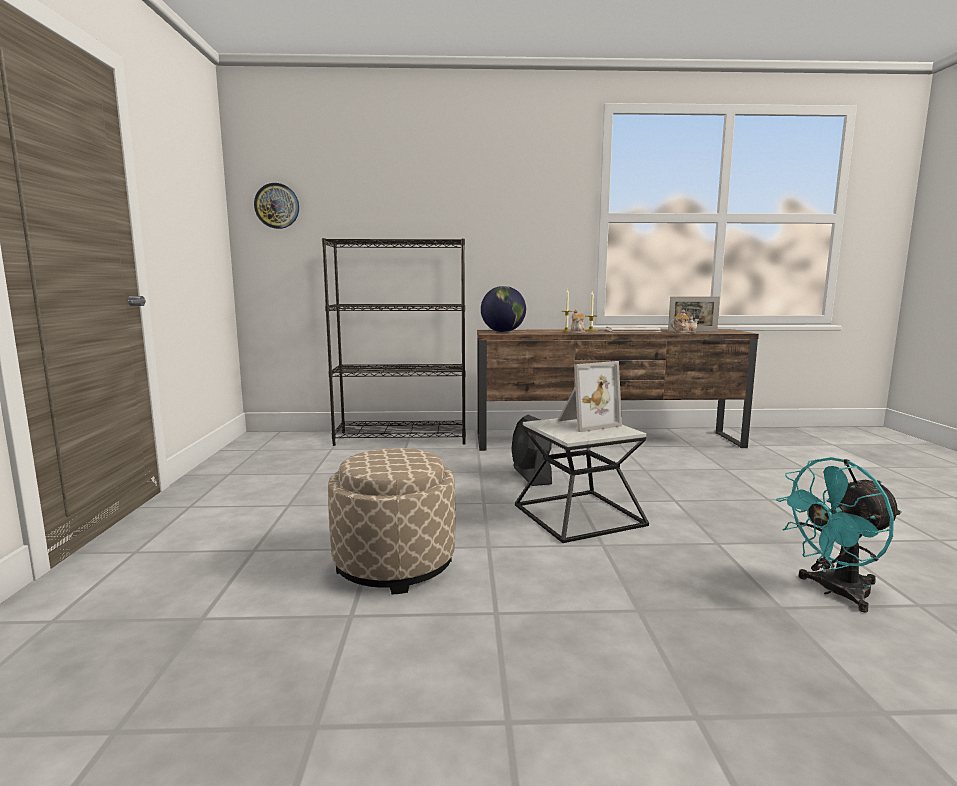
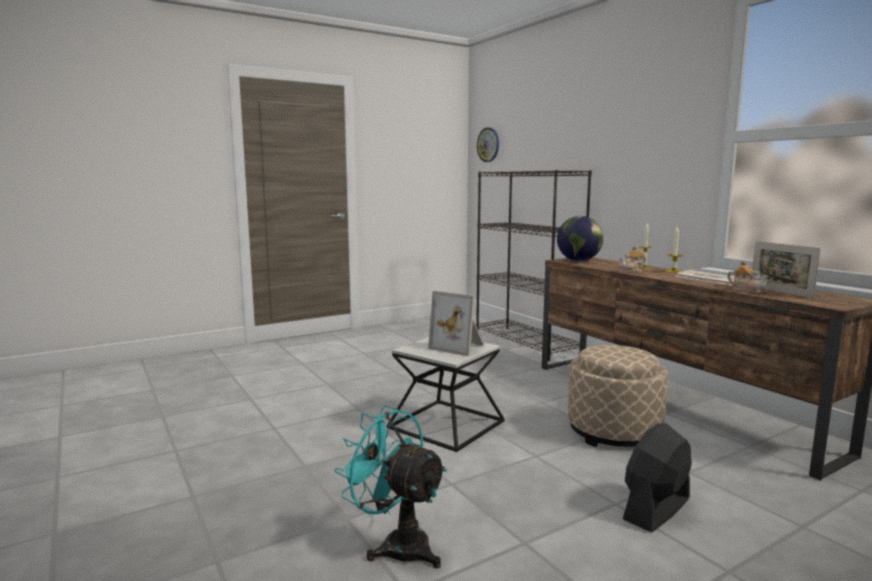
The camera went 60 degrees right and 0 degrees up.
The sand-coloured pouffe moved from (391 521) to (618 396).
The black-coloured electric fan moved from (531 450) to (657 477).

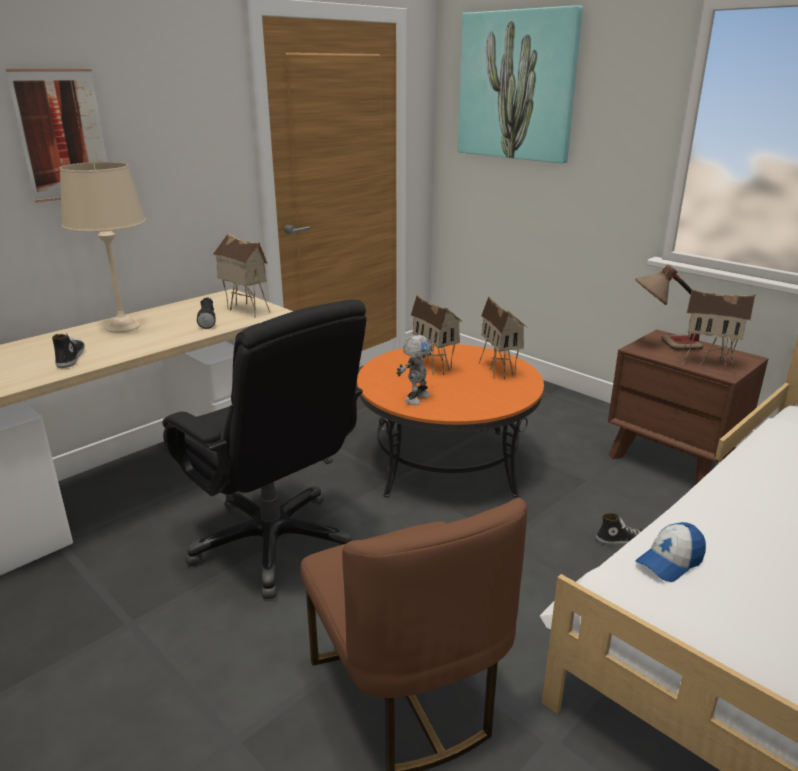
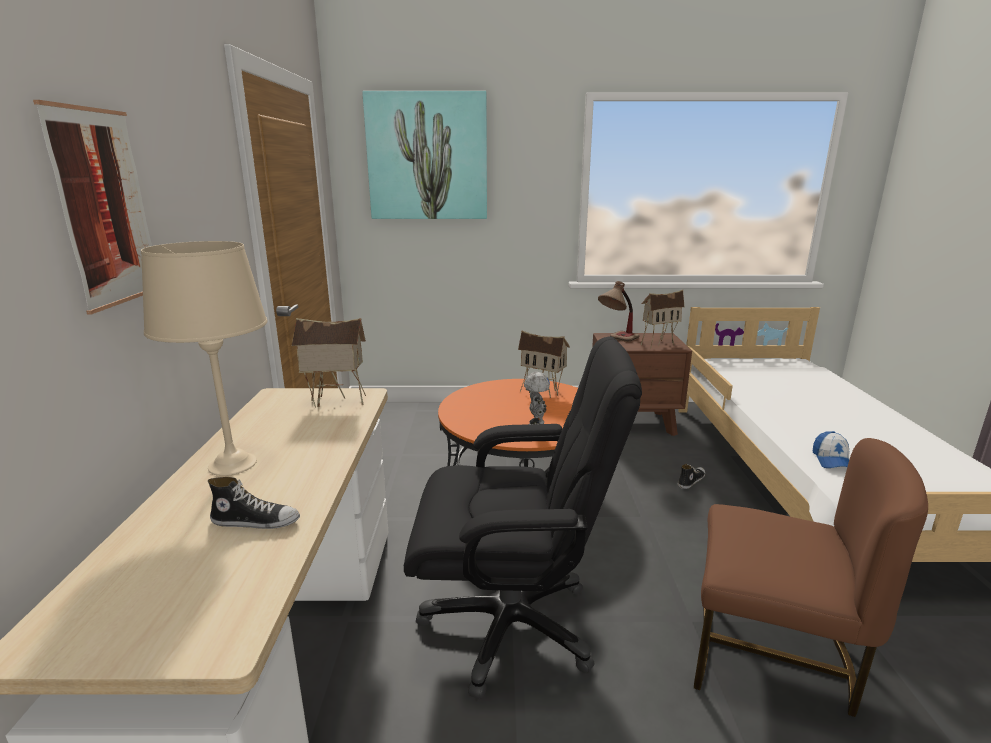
The camera went 45 degrees left and 5 degrees down.
The shoe at (68 350) turned 150 degrees clockwise.
The black-coloured flashlight at (206 313) disappeared.
The toy house at (437 334) disappeared.

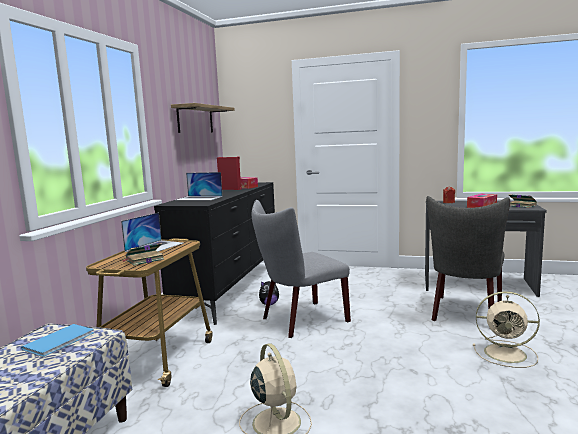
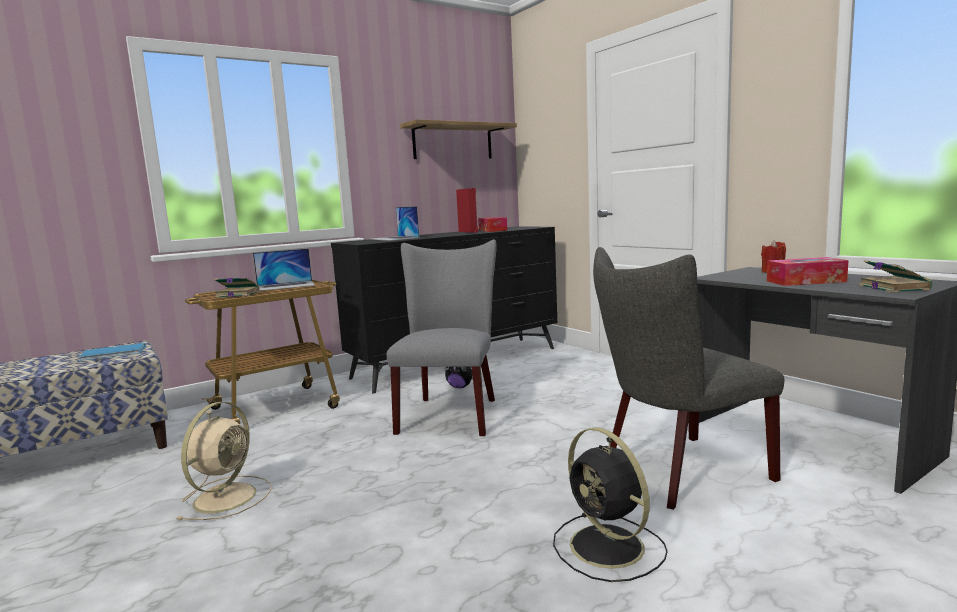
The camera went 40 degrees right and 0 degrees up.
The greyish plain chair at (301 269) turned 90 degrees clockwise.
The sand-coloured electric fan at (506 329) became the black-coloured electric fan at (610 504).

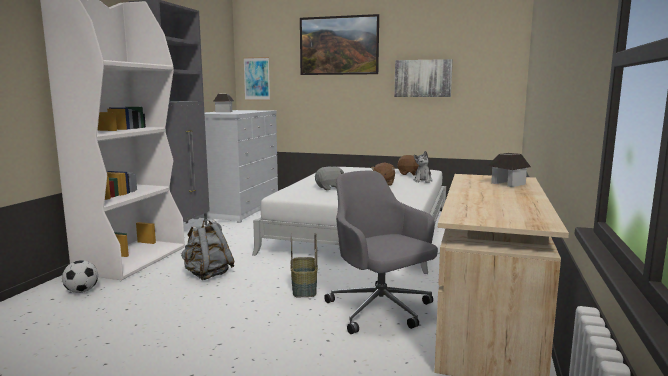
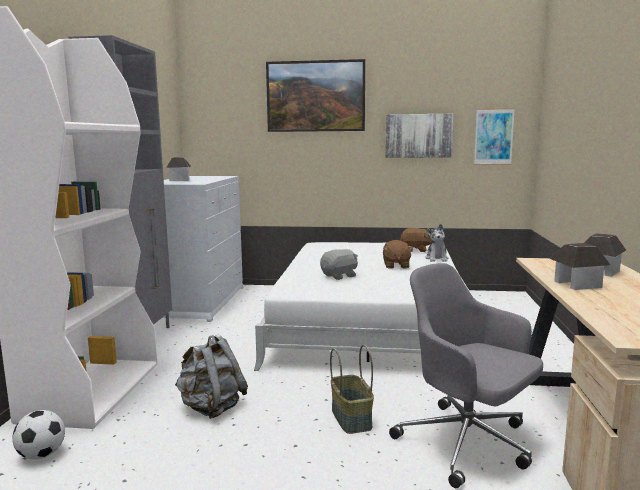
The camera went 10 degrees left and 0 degrees up.
The wall picture moved from (256 78) to (494 136).
The toy house at (579 266) appeared.

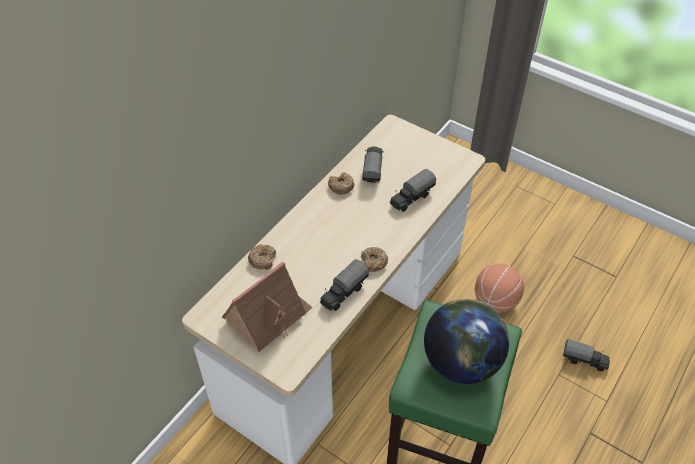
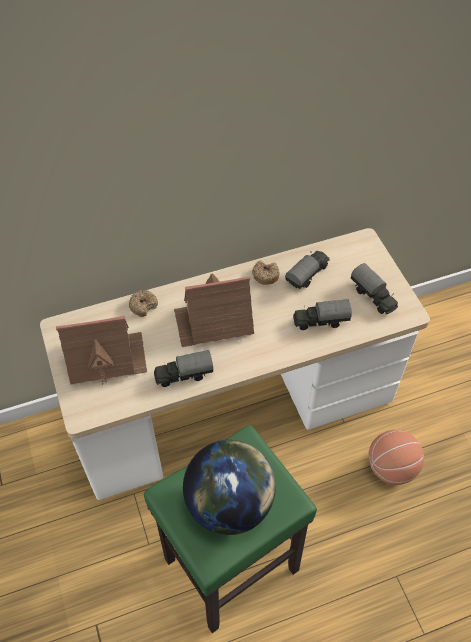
The camera went 35 degrees right and 5 degrees up.
The toy house at (214 310) appeared.
The toy lorry moved from (586 355) to (374 288).
The doughnut at (374 259) disappeared.

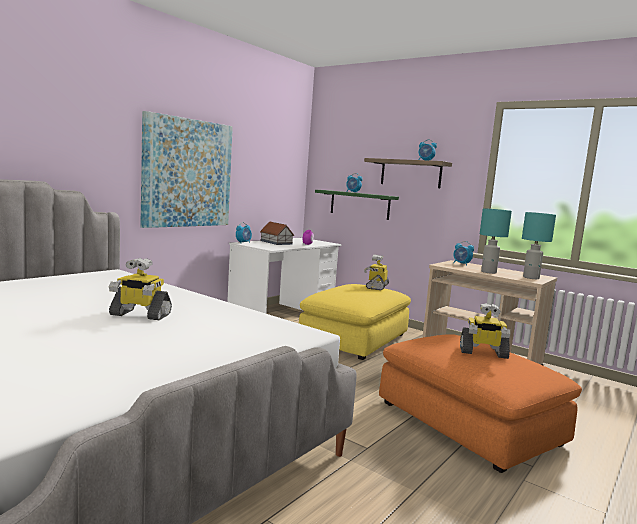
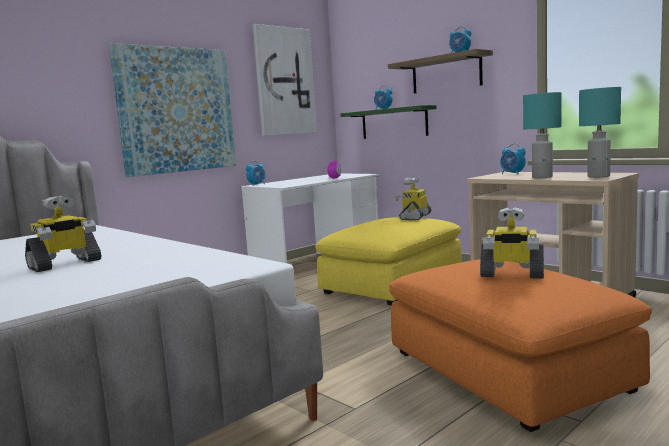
The camera went 10 degrees right and 0 degrees up.
The robot figure at (140 289) turned 60 degrees counterclockwise.
The wall picture at (285 80) appeared.
The toy house at (277 233) disappeared.

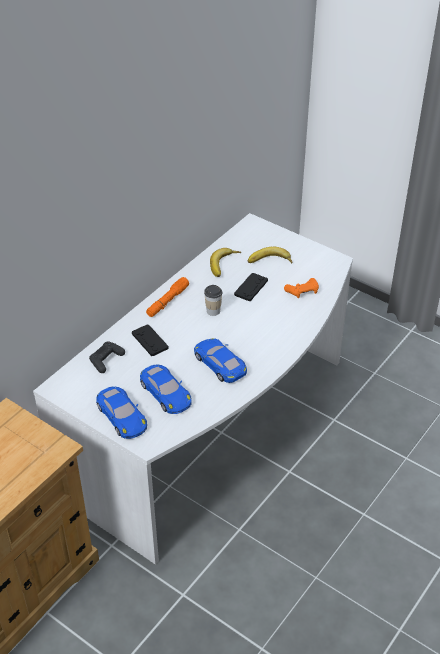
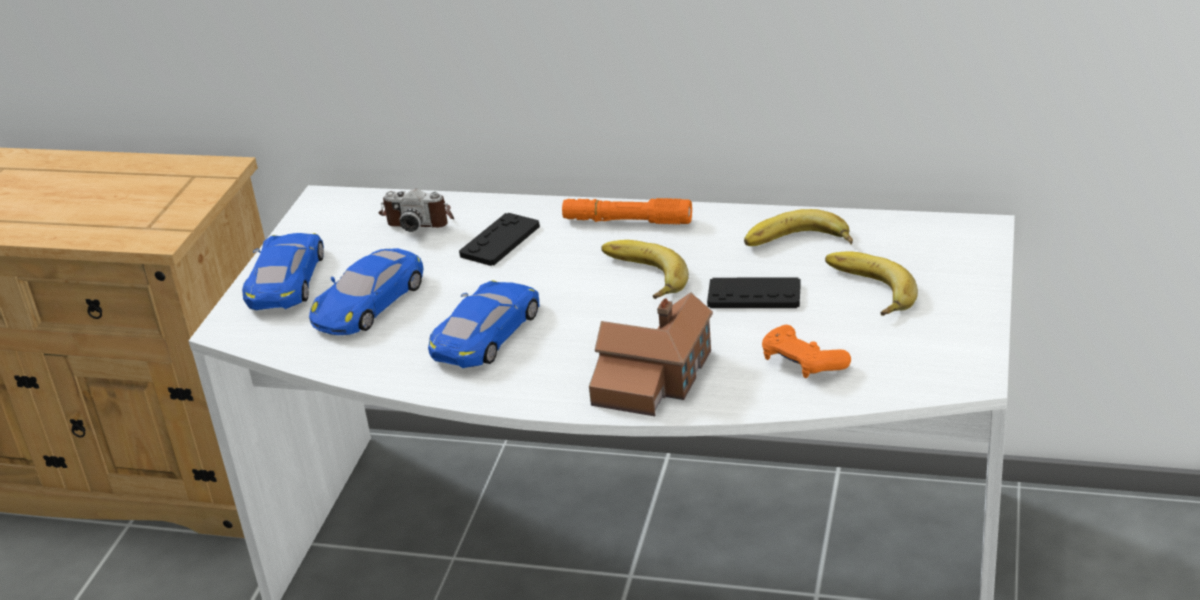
The camera went 70 degrees right and 10 degrees down.
The blue toy car at (121 412) turned 150 degrees clockwise.
The black-coloured joypad at (107 357) was replaced by the still camera at (417 210).
The toy house at (651 354) appeared.
The small cup at (213 300) was replaced by the whole banana at (645 269).

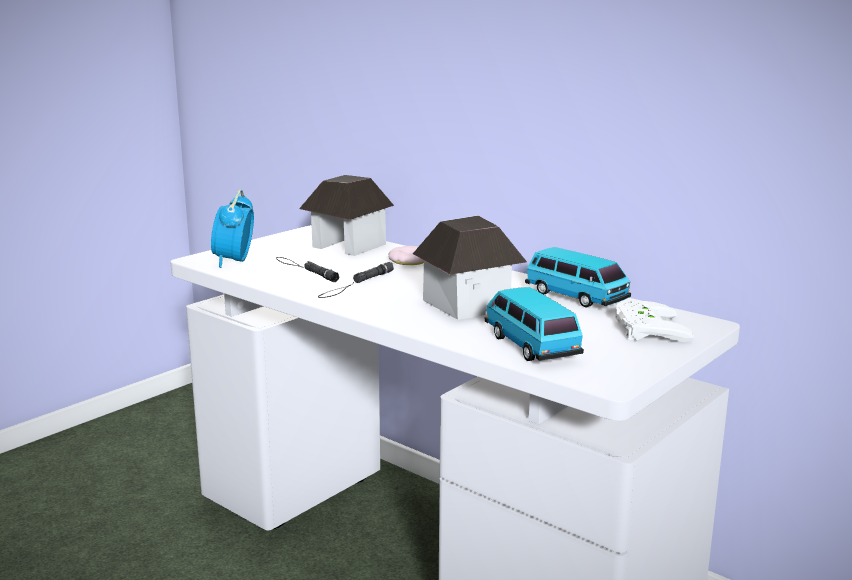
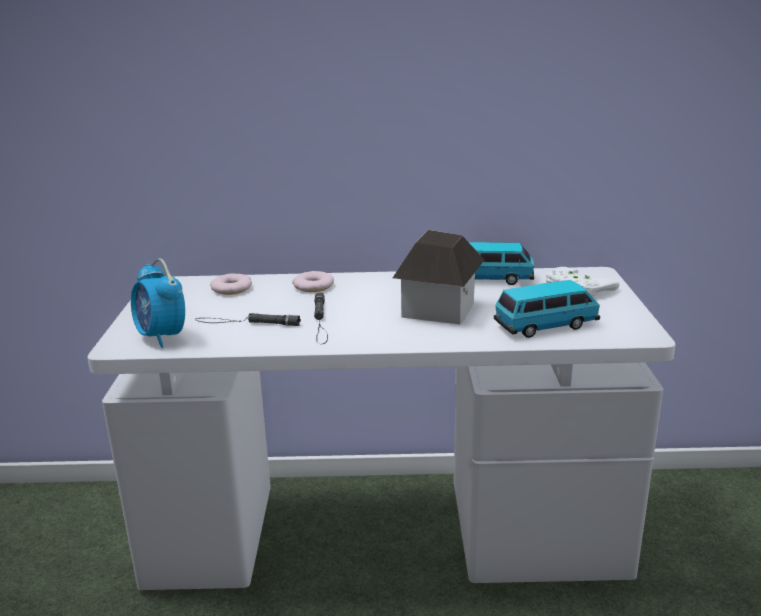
The camera went 40 degrees left and 5 degrees up.
The toy house at (346 215) was replaced by the doughnut at (231 284).
The toy car at (534 324) turned 135 degrees clockwise.

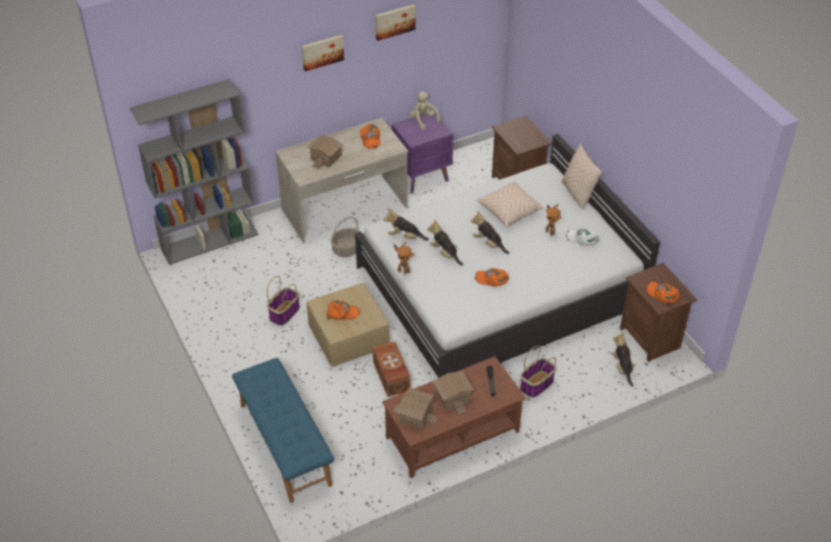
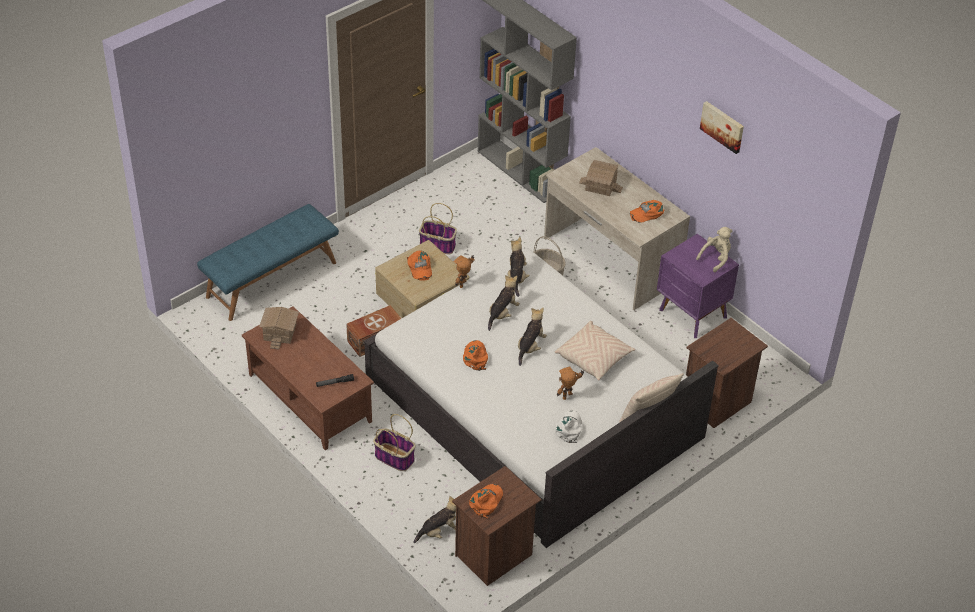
The camera went 75 degrees right and 0 degrees up.
The wall picture at (323 53) disappeared.
The toy house at (453 393) disappeared.

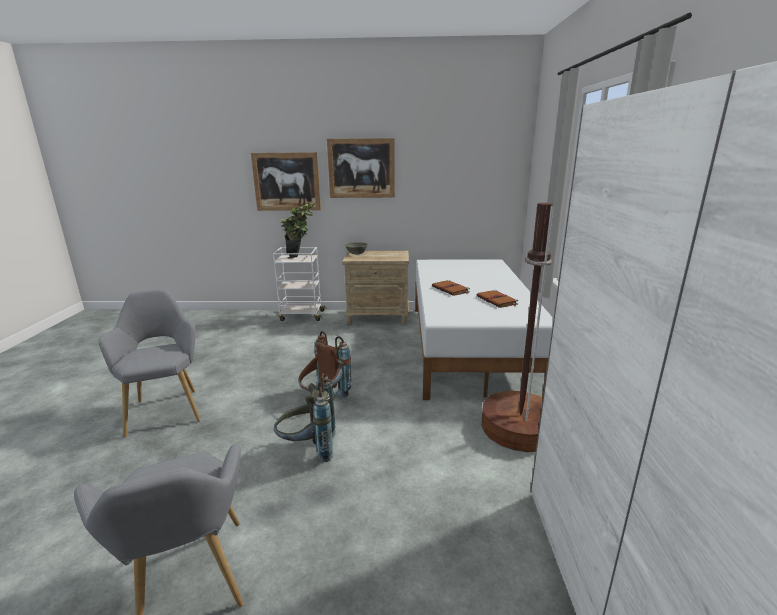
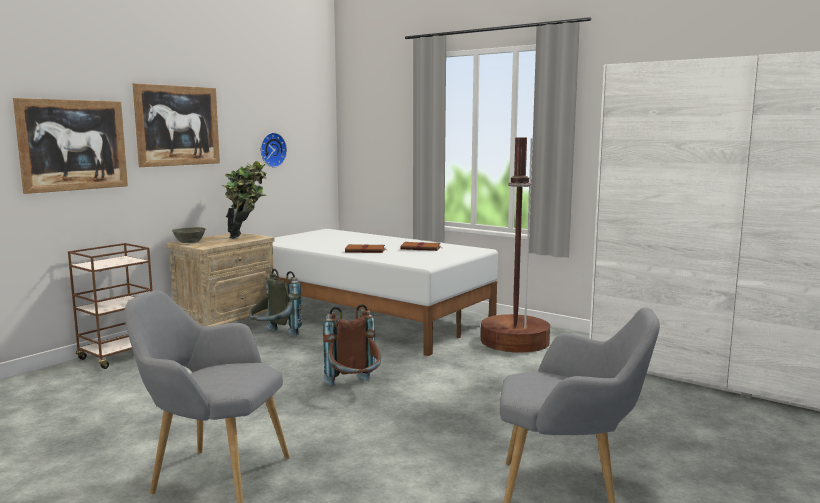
The camera went 55 degrees left and 10 degrees down.
The white-coloured wheeled cart at (300 284) became the brown wheeled cart at (110 306).
The plant in a pot moved from (297 230) to (244 200).
The greyish knapsack moved from (305 417) to (275 302).
The wall clock at (274 150) appeared.

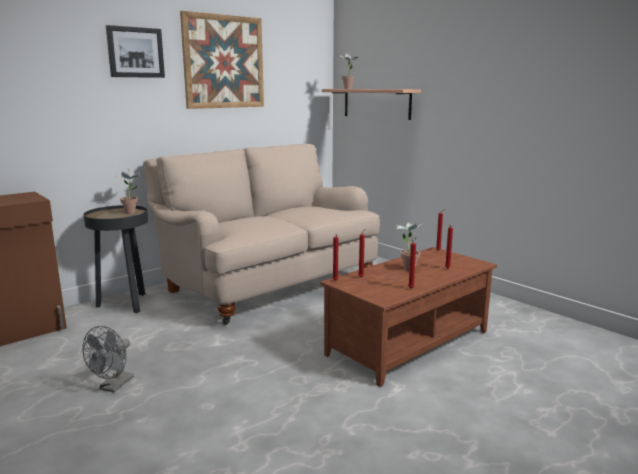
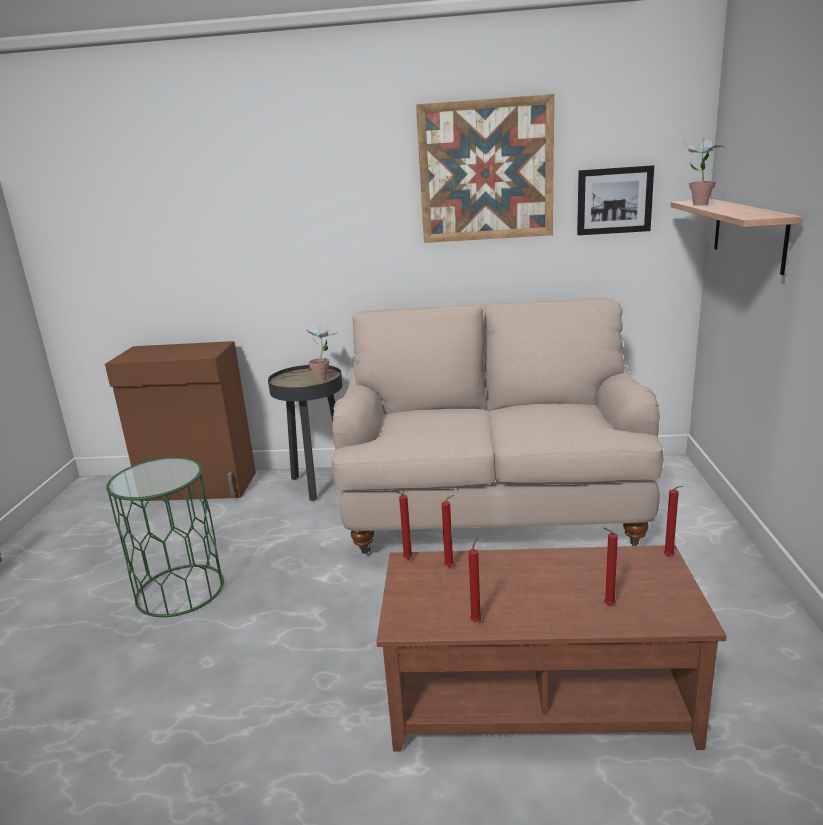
The camera went 45 degrees right and 5 degrees up.
The greyish electric fan at (108 359) was replaced by the green side table at (165 537).
The wall picture moved from (135 51) to (615 200).
The plant in a pot at (410 245) disappeared.

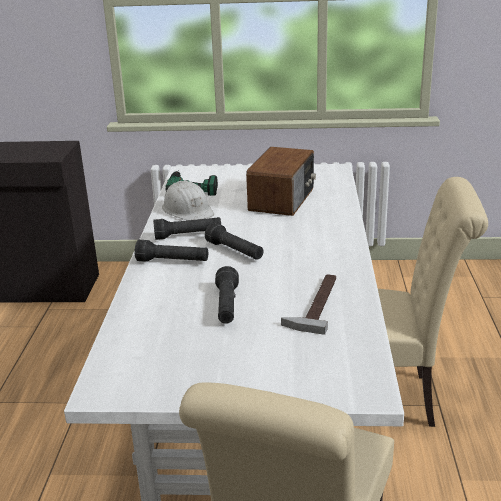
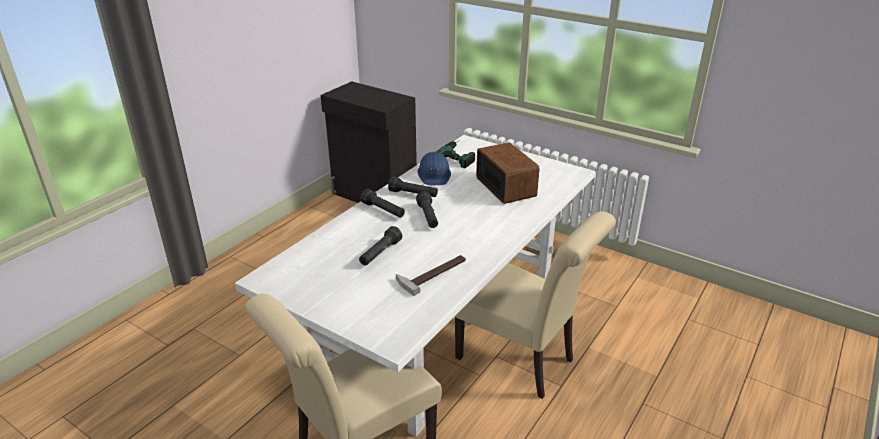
The camera went 30 degrees right and 5 degrees up.
The white-coloured safety helmet at (188 200) became the blue safety helmet at (434 168).
The radio set at (281 181) turned 75 degrees counterclockwise.

